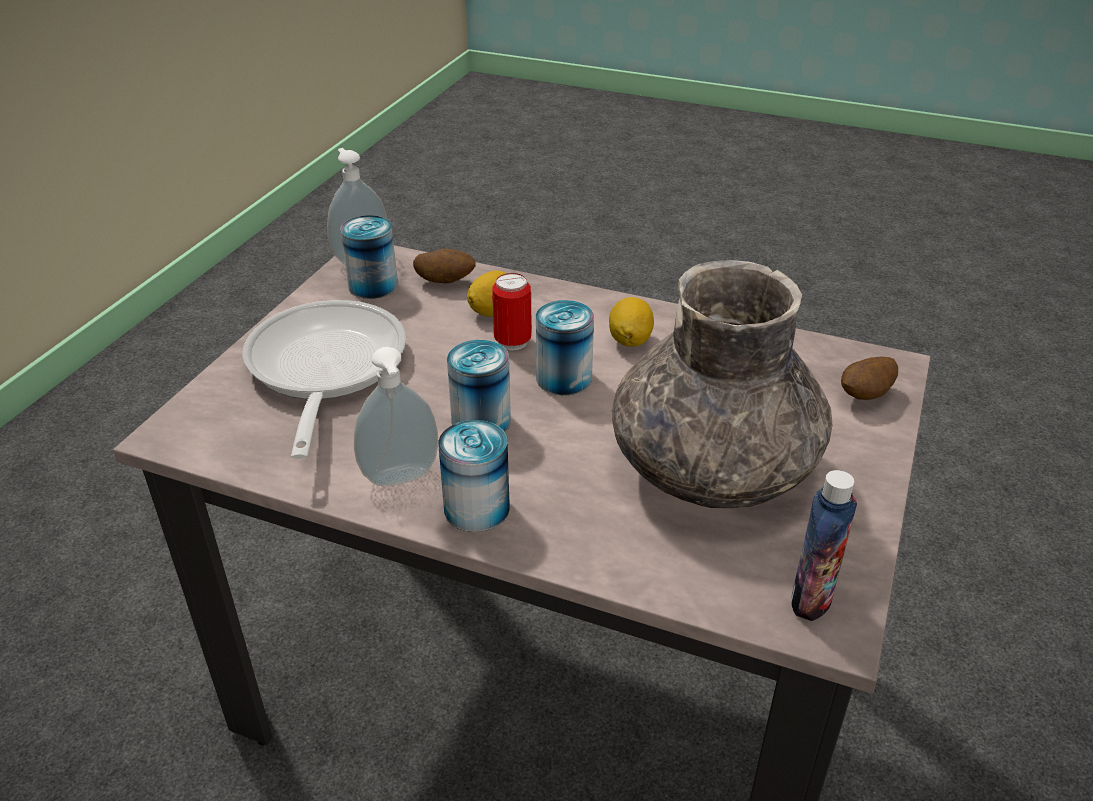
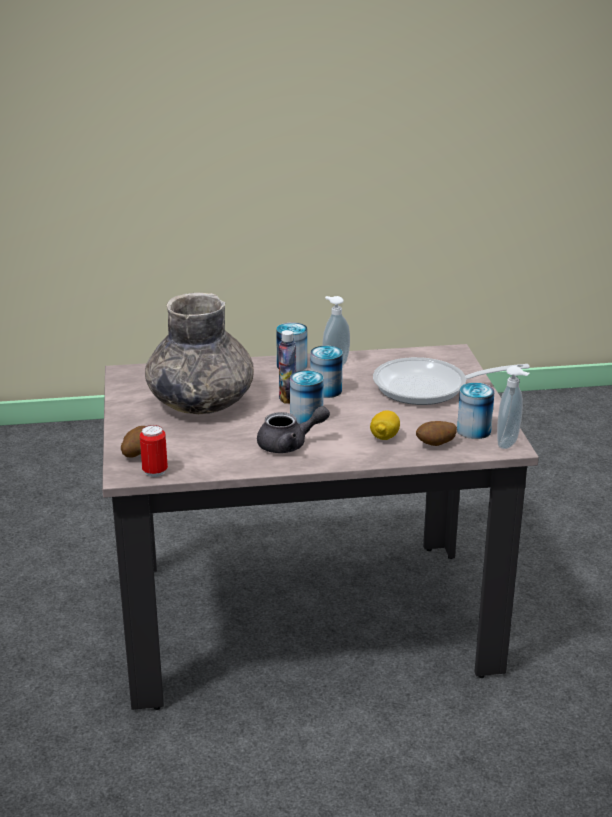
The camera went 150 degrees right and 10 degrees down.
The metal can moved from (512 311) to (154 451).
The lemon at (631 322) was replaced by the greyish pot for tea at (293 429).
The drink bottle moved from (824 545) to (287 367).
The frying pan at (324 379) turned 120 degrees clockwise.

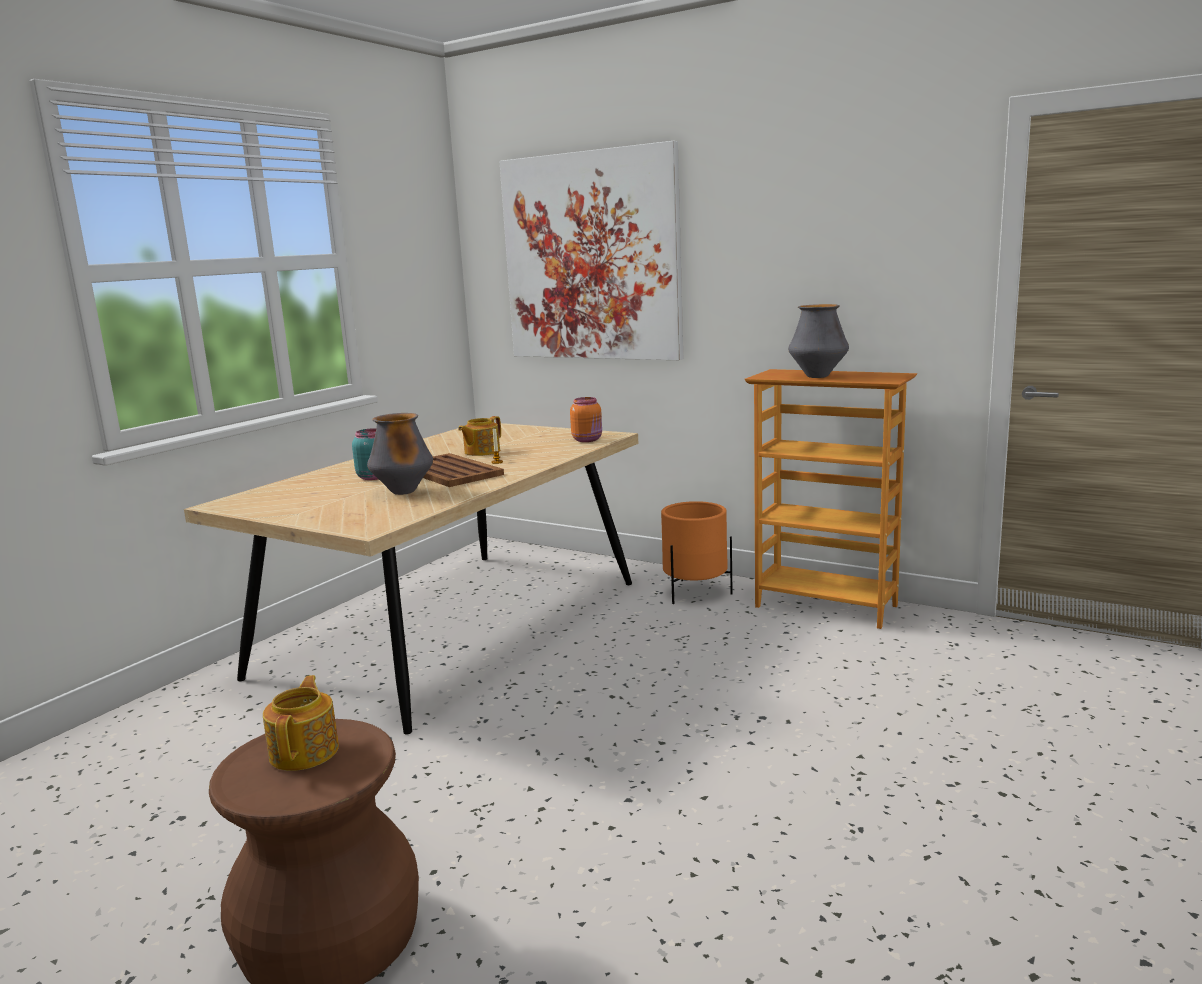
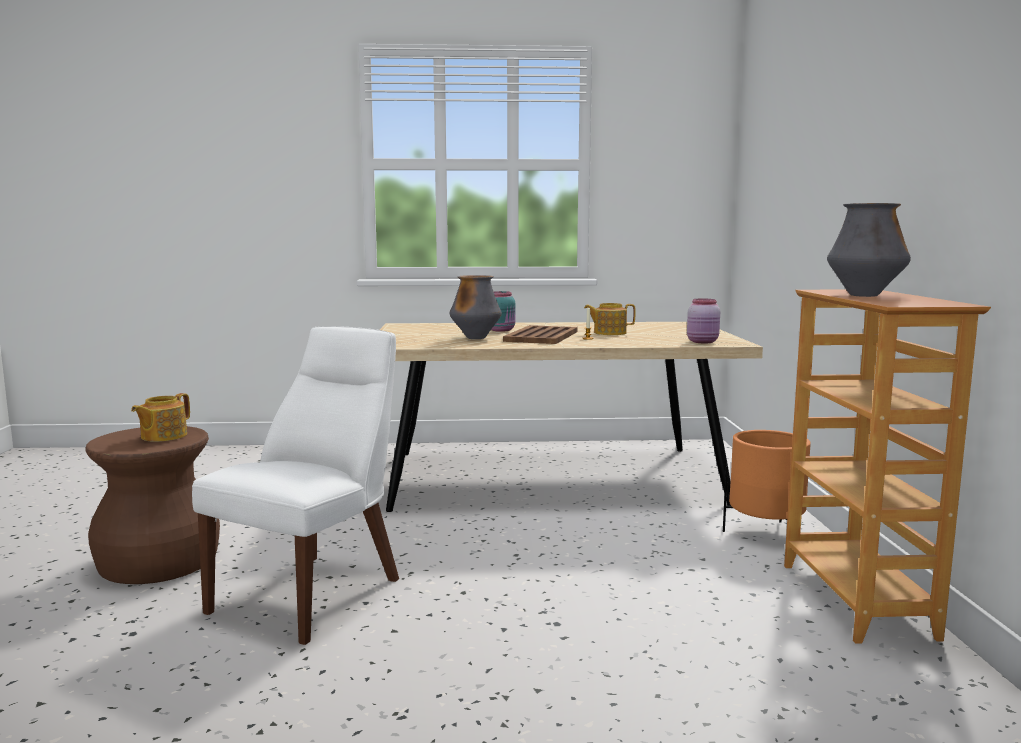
The camera went 55 degrees right and 5 degrees down.
The pot for tea at (301 723) turned 150 degrees clockwise.
The white-coloured plain chair at (295 485) appeared.
The orange storage jar at (586 419) became the pink storage jar at (703 321).
The wall picture at (591 250) disappeared.

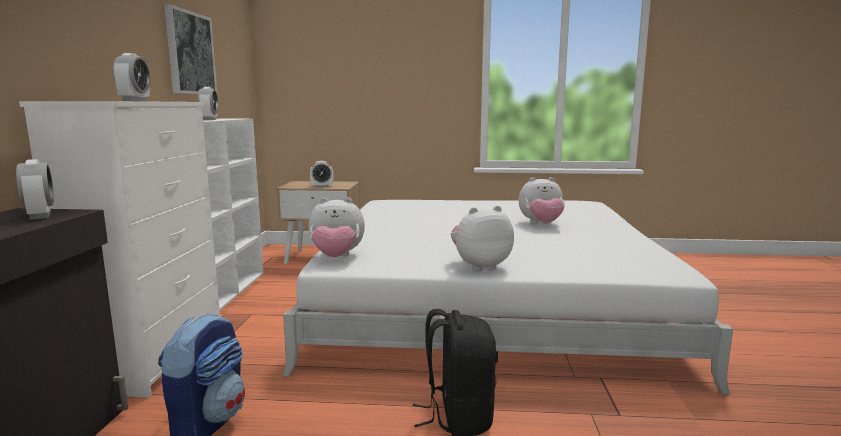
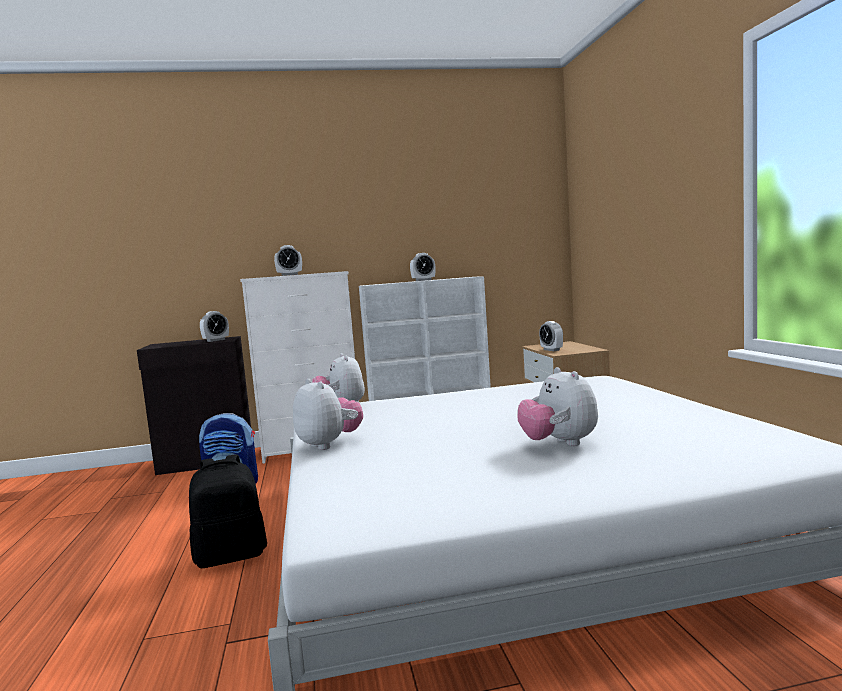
The camera went 75 degrees right and 5 degrees down.
The wall picture at (190 49) disappeared.

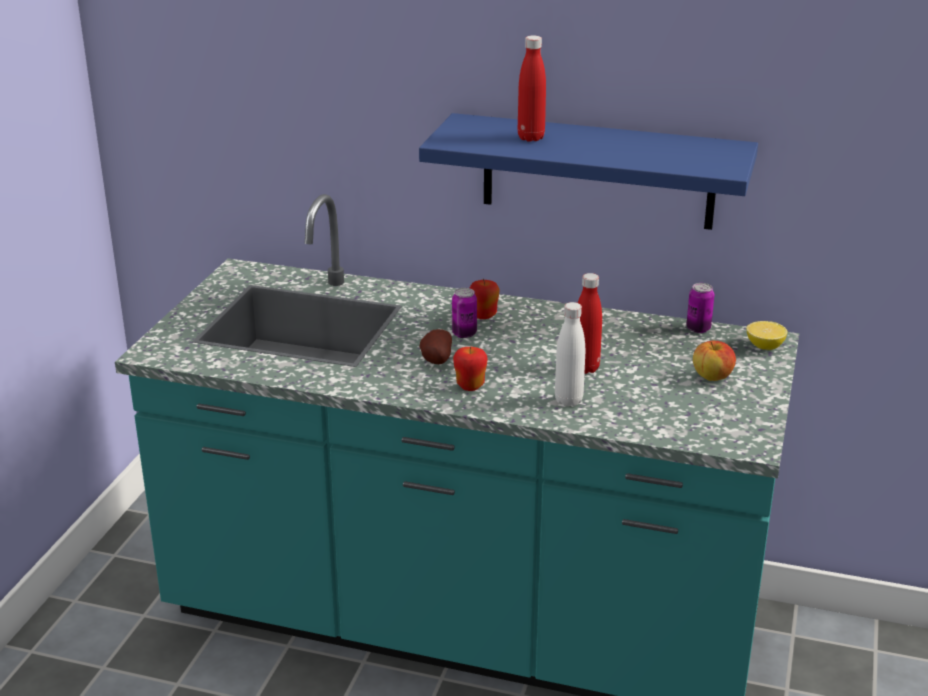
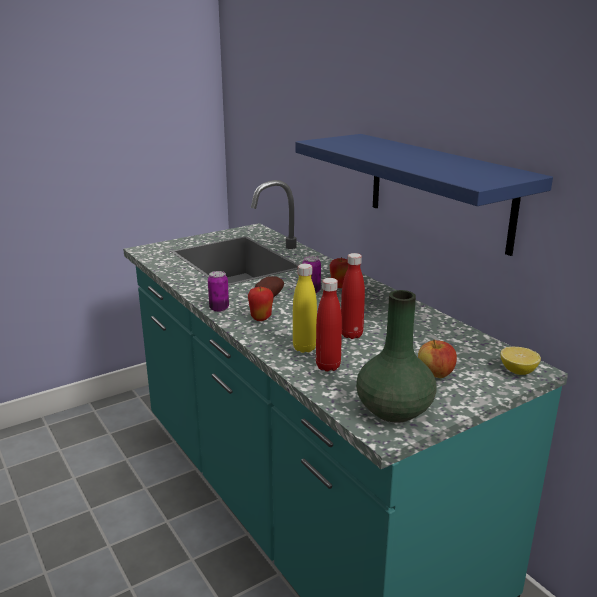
The camera went 40 degrees right and 5 degrees down.
The metal can moved from (700 308) to (218 291).
The white-coloured drink bottle at (570 354) became the yellow-coloured drink bottle at (305 308).
The reddish drink bottle moved from (532 88) to (329 325).
The green flower vase at (396 356) appeared.

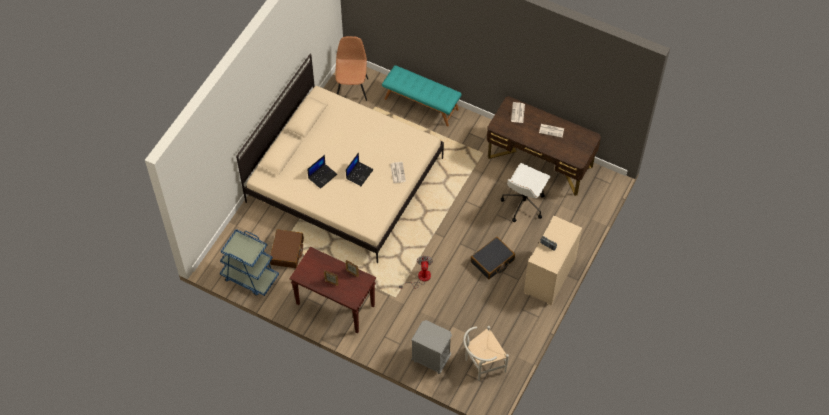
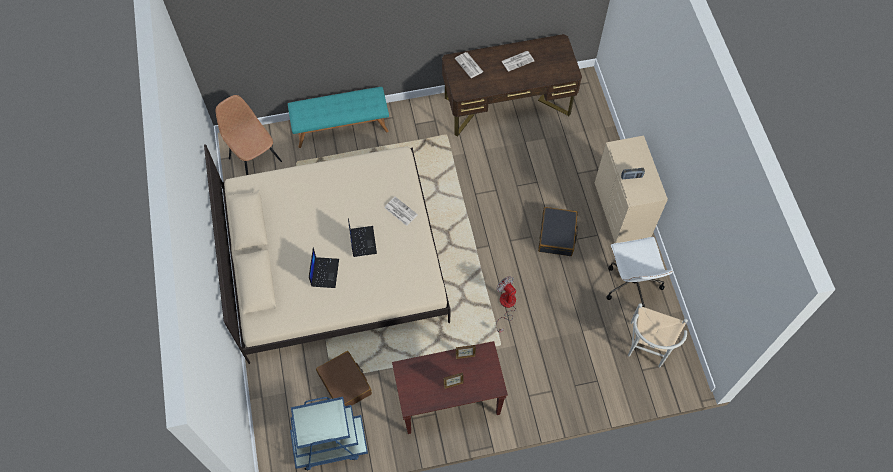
The camera went 40 degrees left and 5 degrees up.
The white-coloured office chair moved from (526 192) to (639 272).
The greyish night table at (431 347) disappeared.

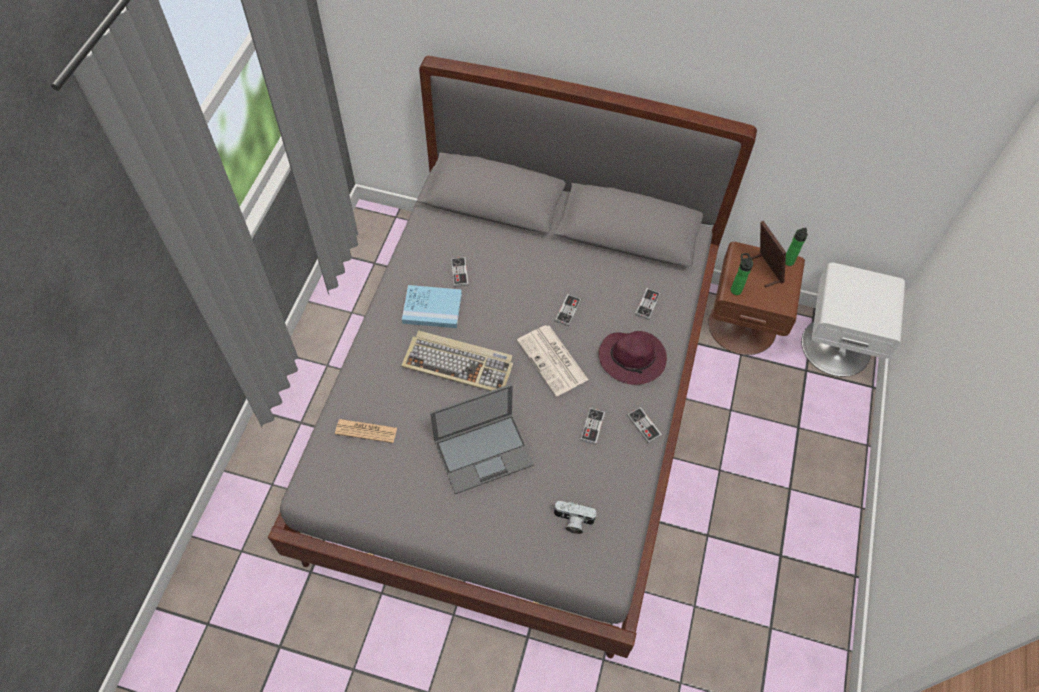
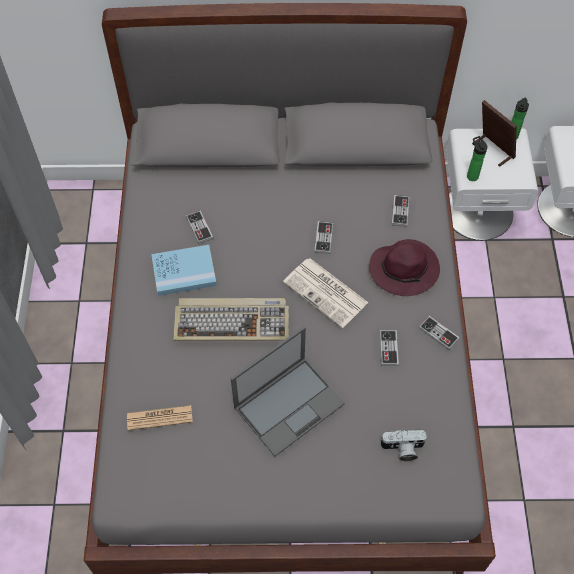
The camera went 15 degrees left and 0 degrees up.
The brown night table at (756 298) became the white-coloured night table at (492 184).

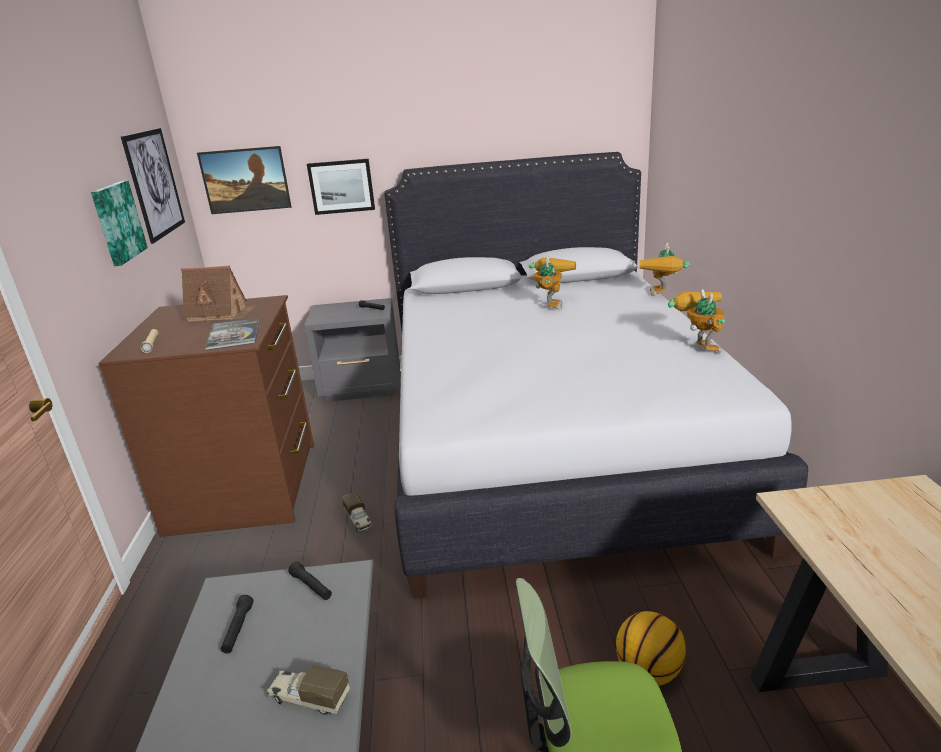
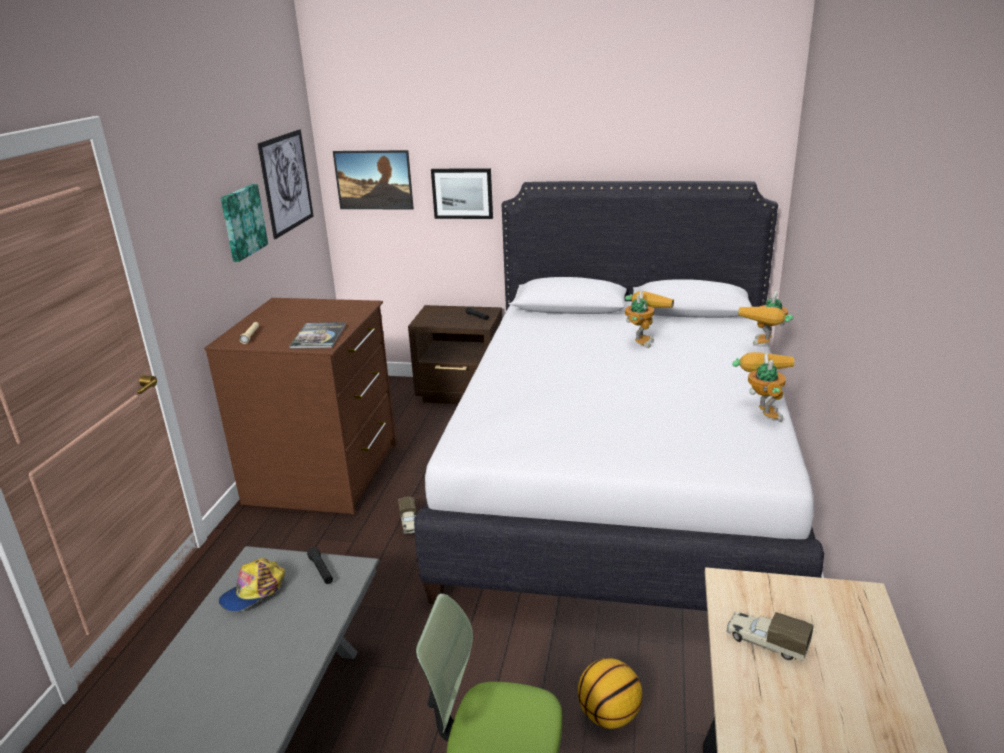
The camera went 15 degrees right and 0 degrees up.
The black-coloured flashlight at (237 624) was replaced by the baseball cap at (252 585).
The greyish night table at (352 350) became the brown night table at (455 354).
The toy lorry moved from (308 690) to (770 636).
The toy house at (218 293) disappeared.

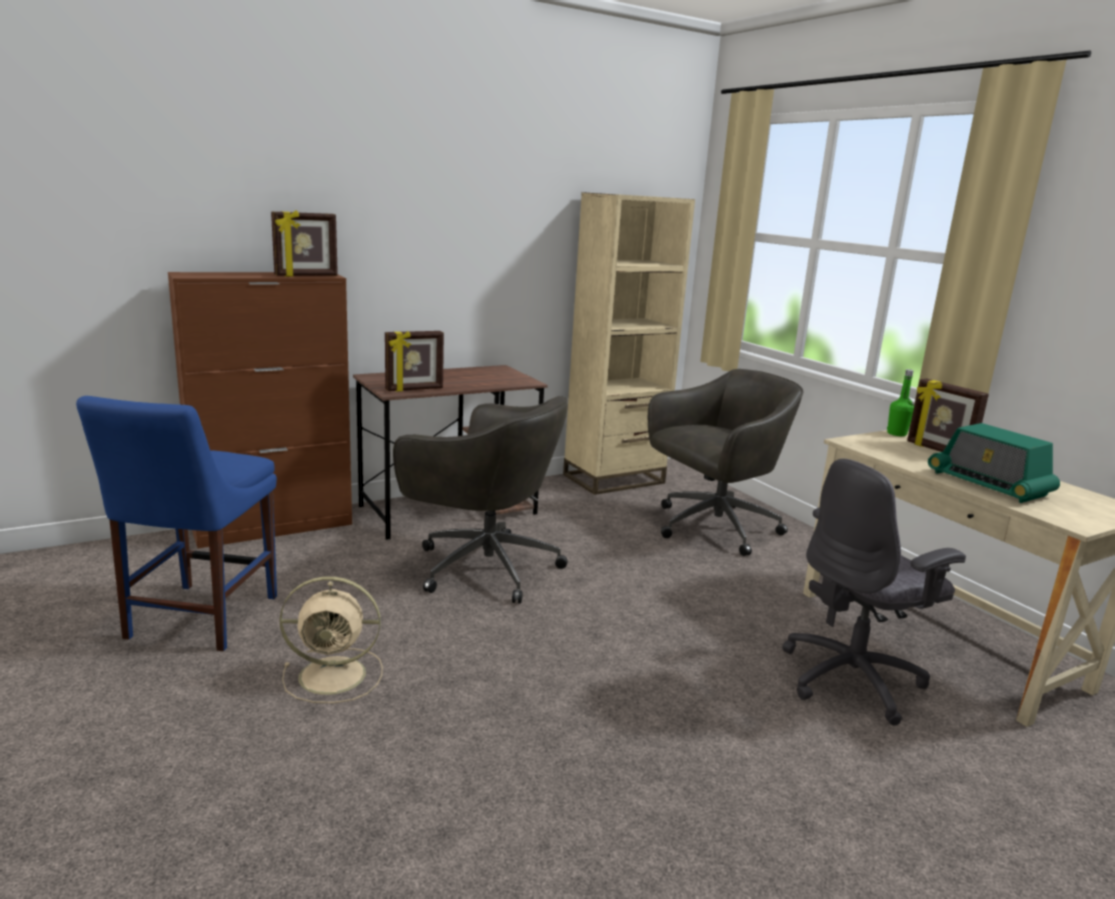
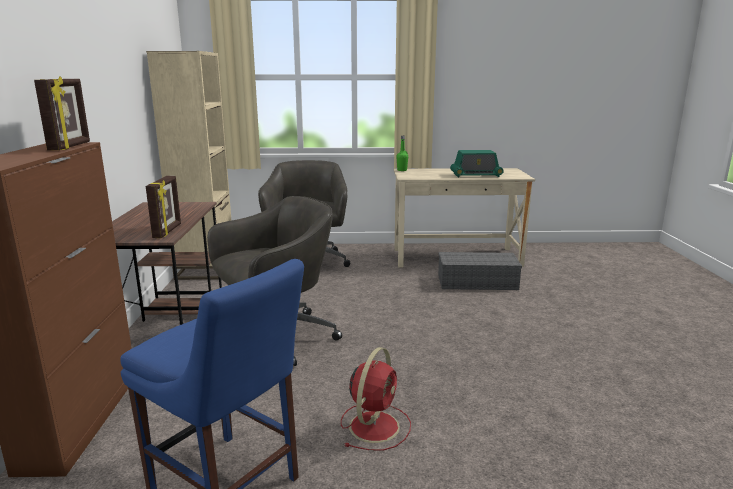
The camera went 60 degrees left and 0 degrees up.
The sand-coloured electric fan at (331 639) became the reddish electric fan at (376 399).
The greyish office chair at (874 592) was replaced by the greyish storage container at (480 271).
The picture frame at (948 415) disappeared.

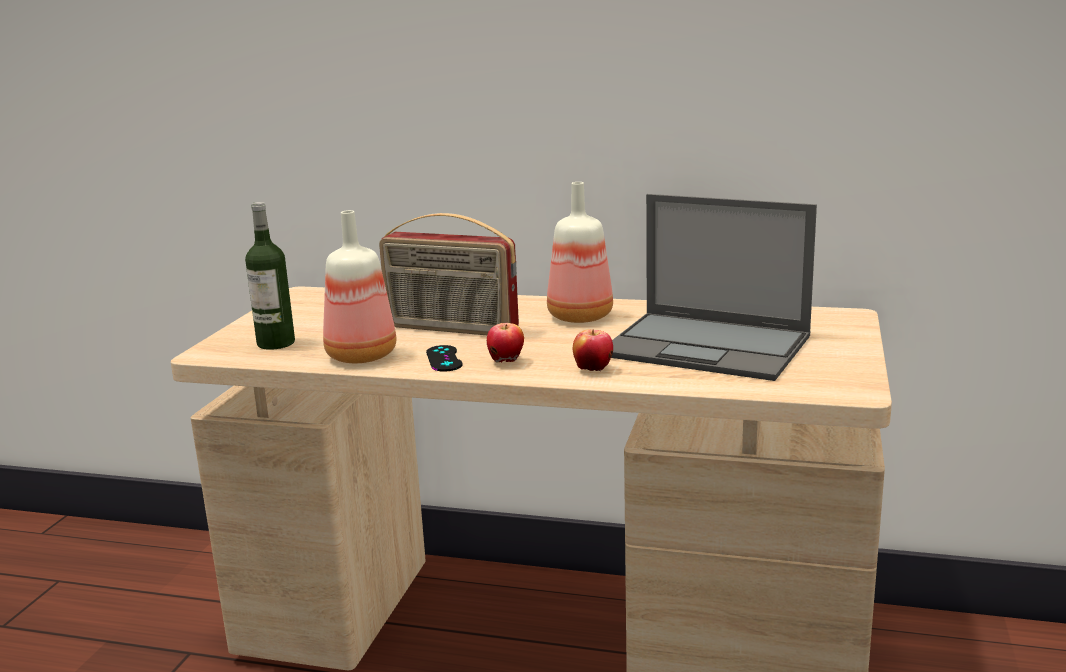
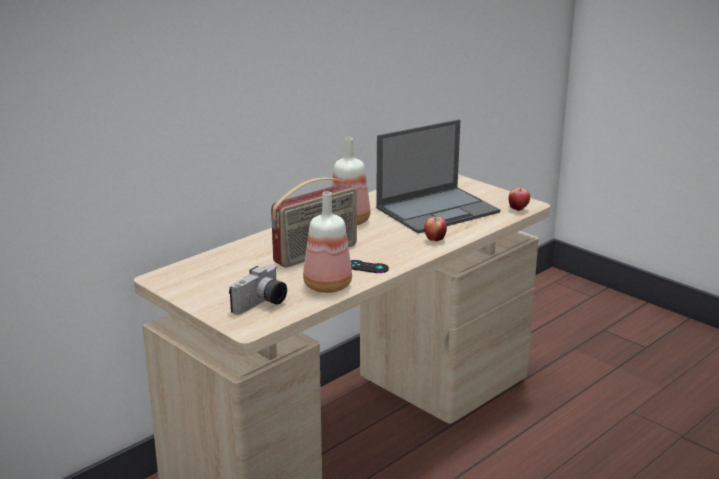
The camera went 60 degrees left and 5 degrees up.
The drink bottle at (270 276) was replaced by the still camera at (258 290).
The apple moved from (505 343) to (519 199).

